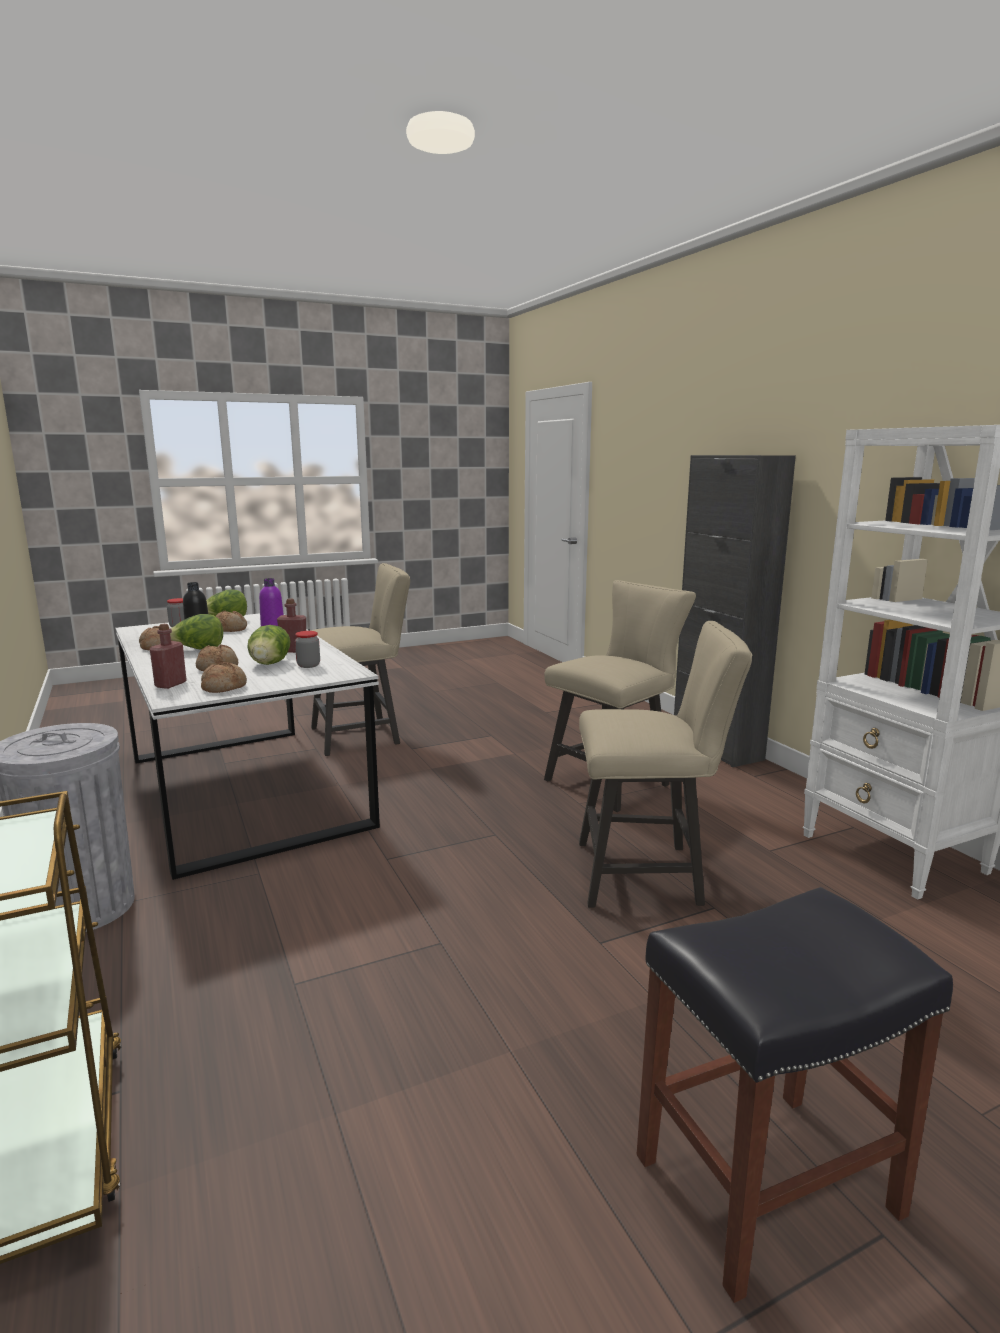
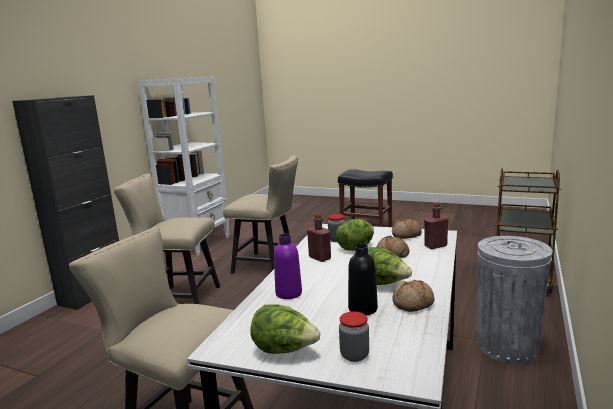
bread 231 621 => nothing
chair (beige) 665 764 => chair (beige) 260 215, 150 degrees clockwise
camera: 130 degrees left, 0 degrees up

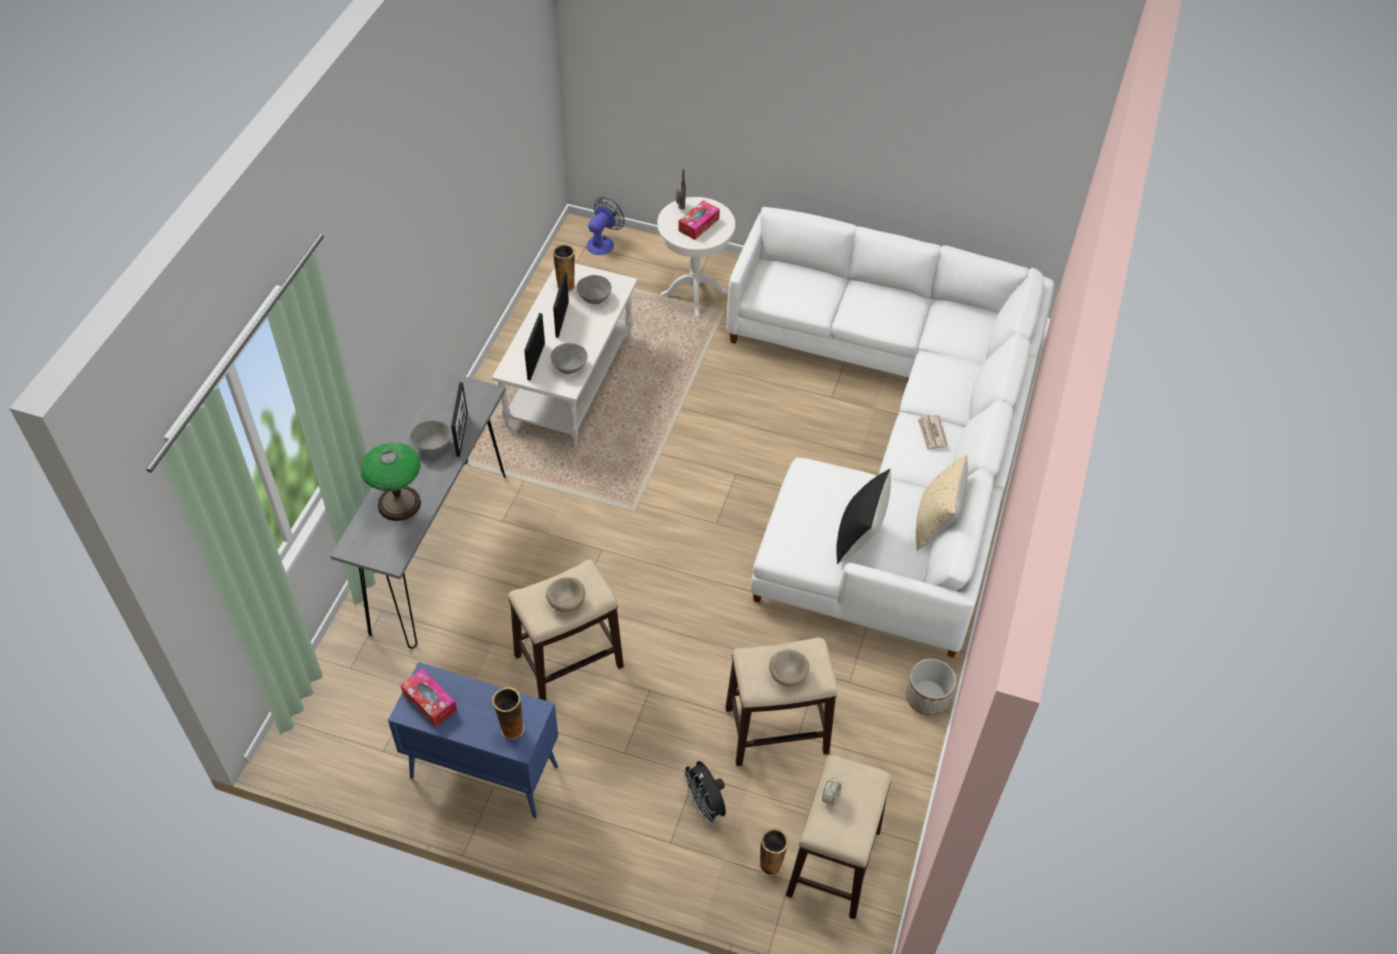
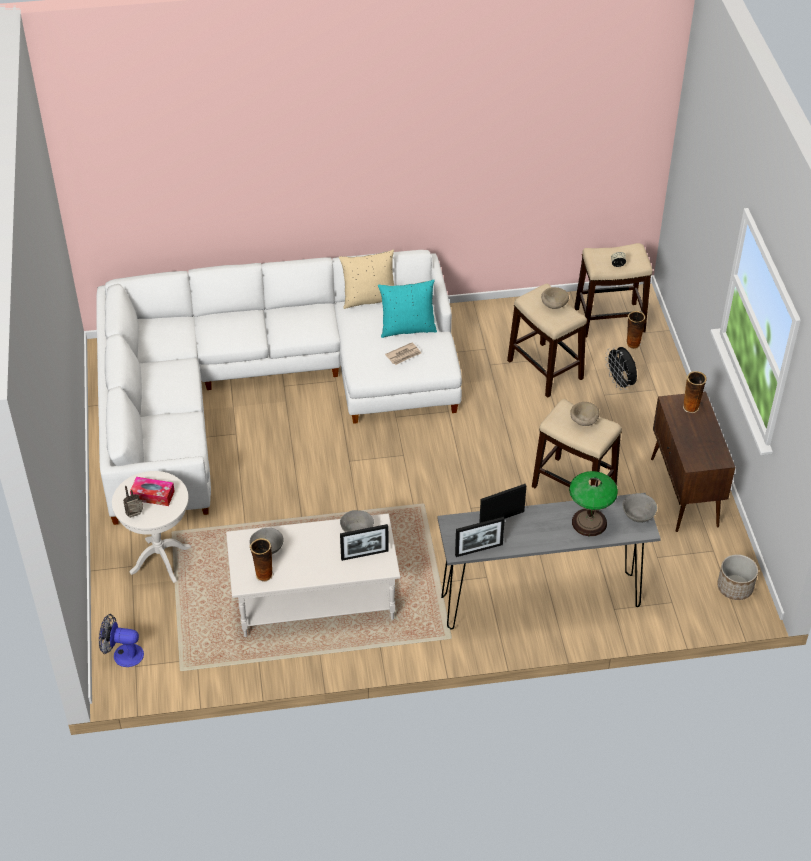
cabinet (blue) 473 740 => cabinet (brown) 693 461
tissue box 429 697 => nothing
bowl (grey) 431 436 => bowl (grey) 639 508, shifted
picture frame 561 305 => picture frame 480 537, shifted
fan (black) 703 794 => fan (black) 621 368, 120 degrees clockwise
pillow (black) 863 516 => pillow (turquoise) 407 308
planter 931 687 => planter 737 577, shifted
newspaper 932 432 => newspaper 403 354, shifted
camera: 115 degrees left, 5 degrees down

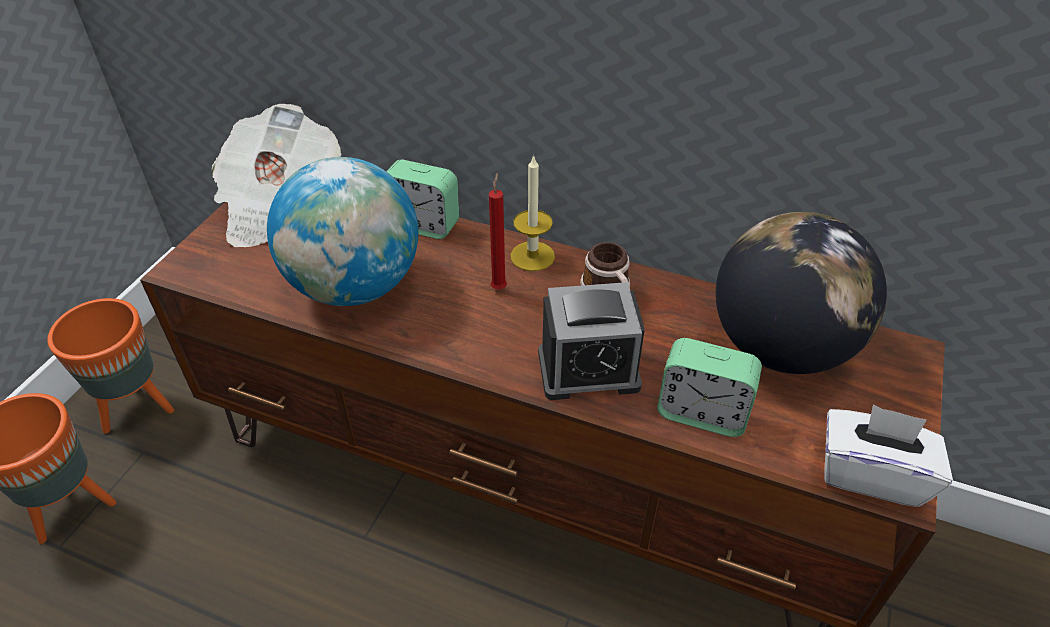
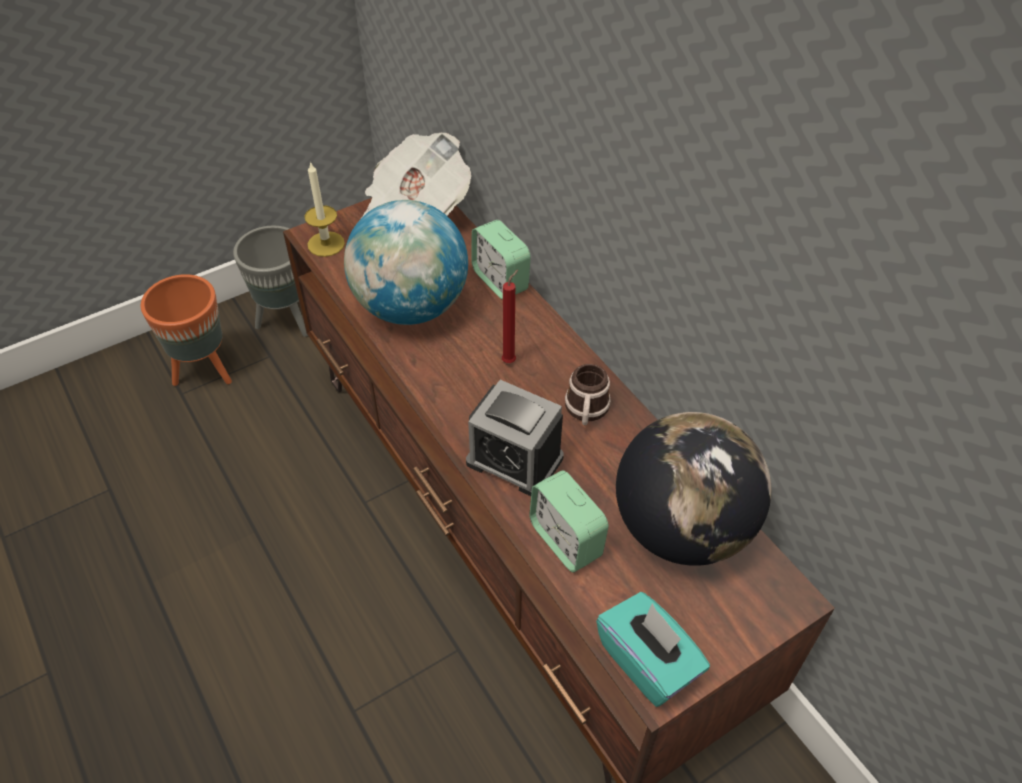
planter (orange) 111 366 => planter (grey) 270 281
candle 532 212 => candle 324 209, shifted
tissue box (white) 888 455 => tissue box (turquoise) 653 649
camera: 35 degrees right, 5 degrees up

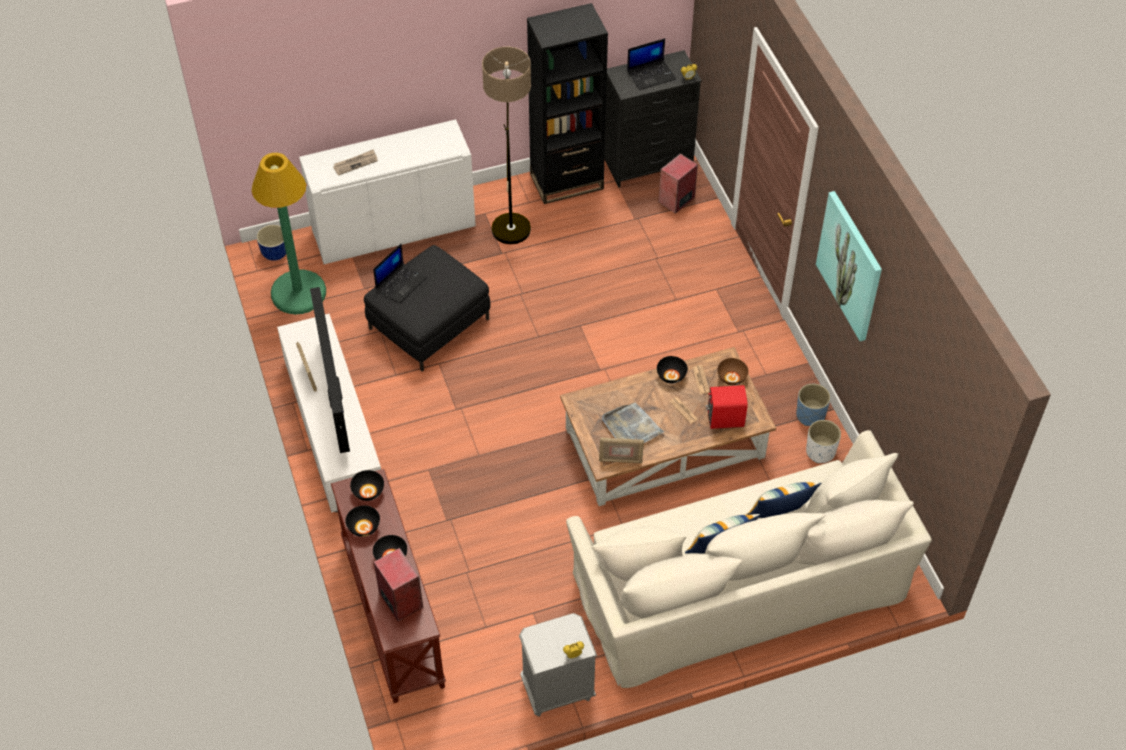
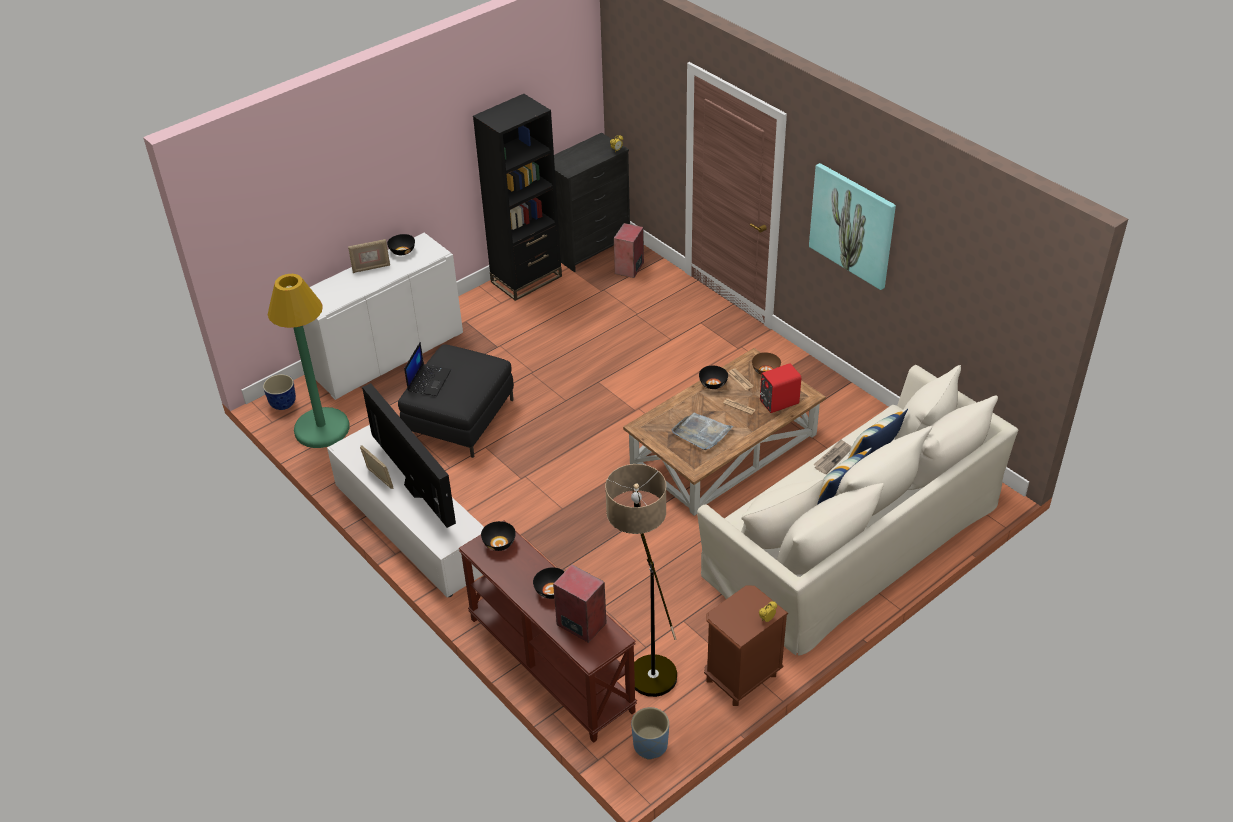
newspaper 355 162 => newspaper 832 456, shifted
bowl (black) 362 521 => bowl (black) 401 244, shifted
floor lamp 506 145 => floor lamp 641 580, shifted
nightstand (grey) 558 665 => nightstand (brown) 746 645
picture frame 621 450 => picture frame 369 256, shifted
laptop 651 64 => nothing
planter (blue) 813 405 => planter (blue) 650 733, shifted
planter (white) 823 442 => nothing
camera: 20 degrees left, 10 degrees down

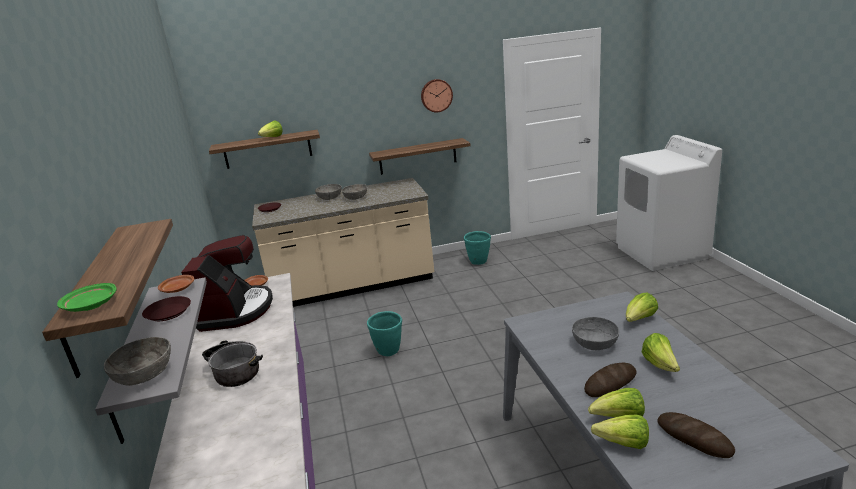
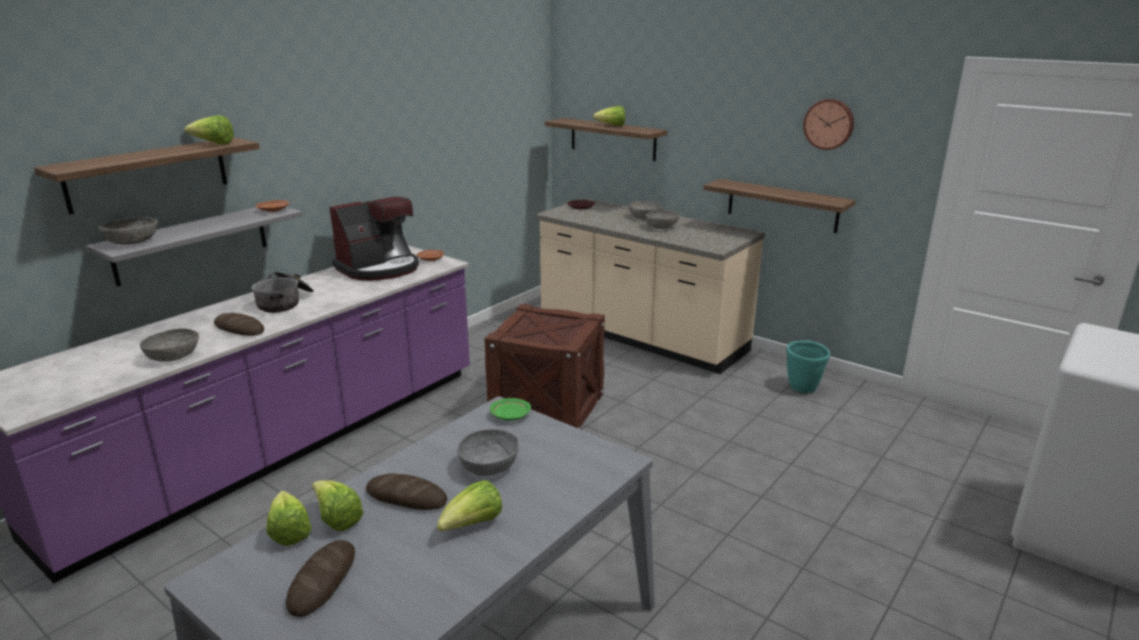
plate (green) 87 297 => plate (green) 510 409, shifted
plate (brown) 166 308 => nothing
planter (turquoise) 384 333 => crate 544 366
lettuce 642 307 => lettuce 209 130, shifted
nothing => bowl (grey) 169 344
nothing => bread 239 324
camera: 50 degrees right, 0 degrees up

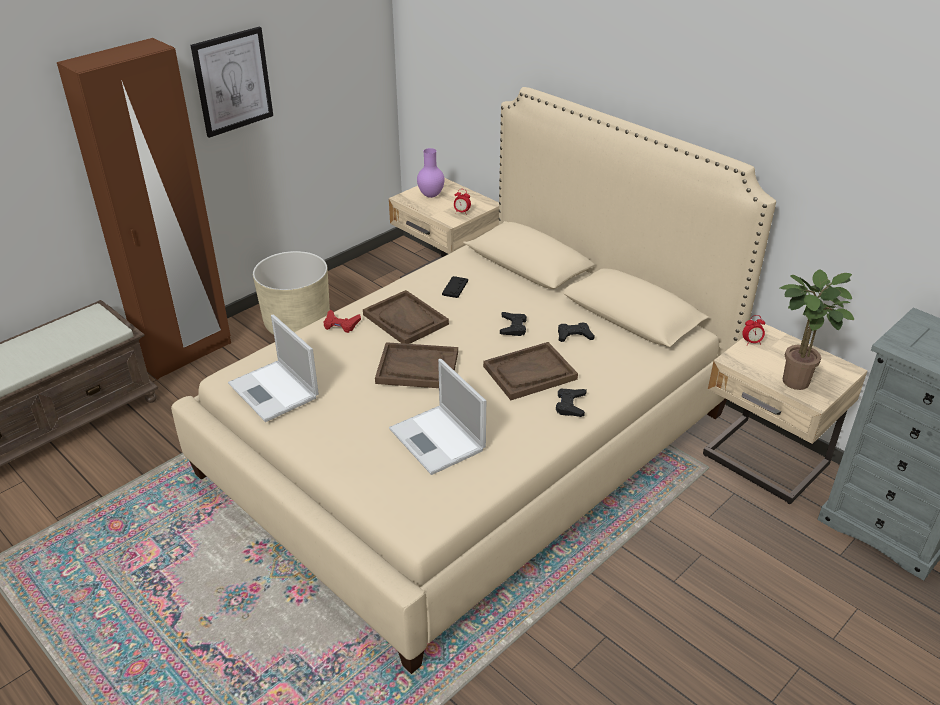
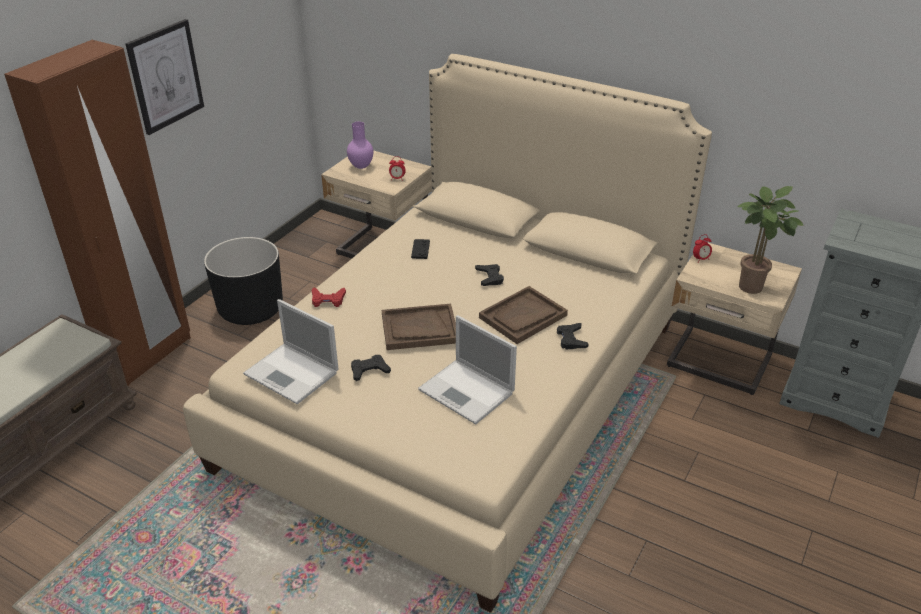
planter (beige) 291 293 => planter (black) 243 281
tray (brown) 406 317 => nothing
game controller (black) 576 332 => game controller (black) 371 368, shifted
camera: 15 degrees left, 0 degrees up

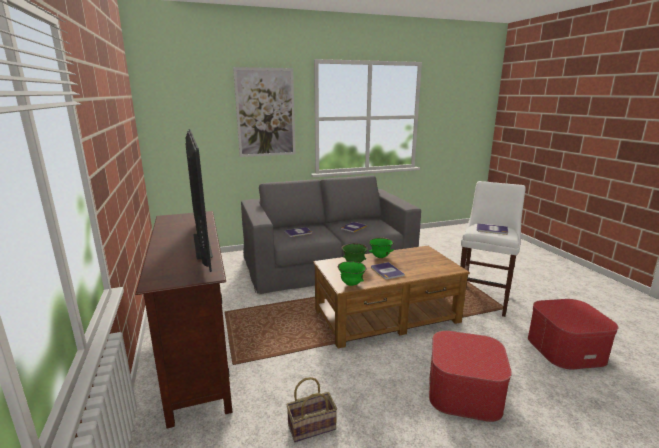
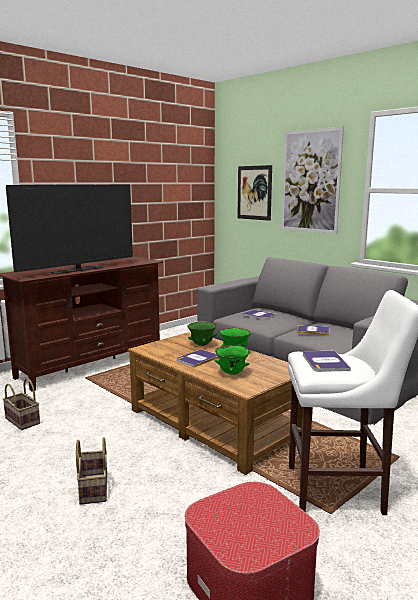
bowl (green) 352 273 => bowl (green) 232 359, shifted
ottoman 470 376 => basket 91 471
nothing => picture 254 193
camera: 65 degrees right, 5 degrees down

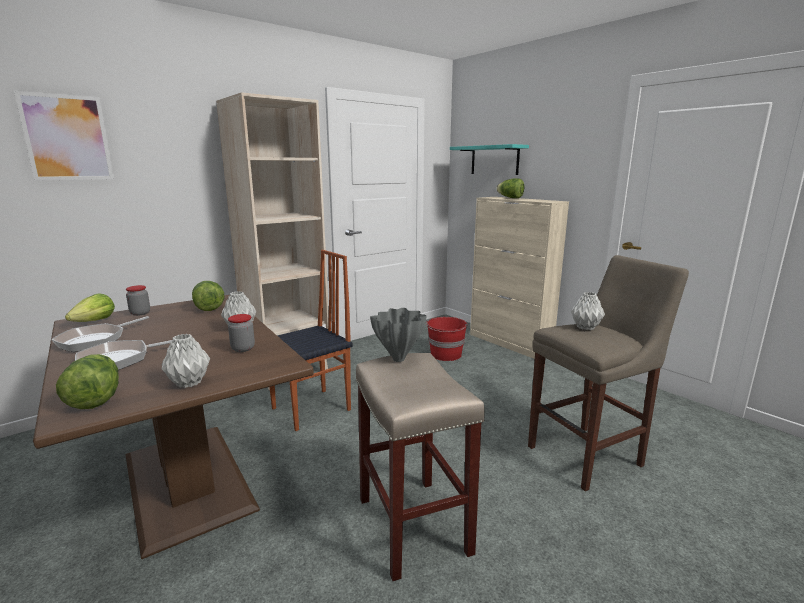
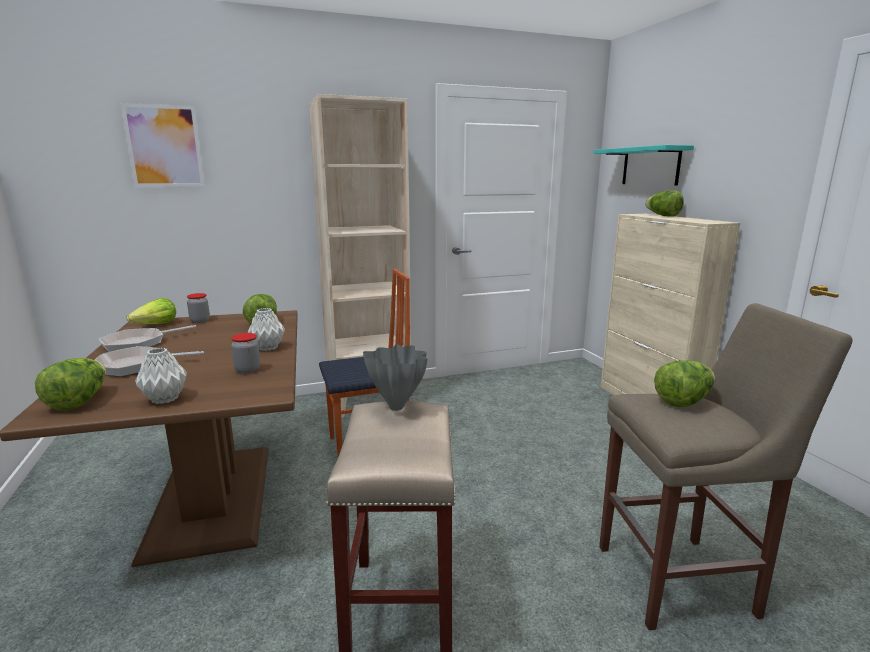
bucket (red) 446 339 => nothing
vase (grey) 588 311 => lettuce 684 383
camera: 20 degrees right, 0 degrees up

